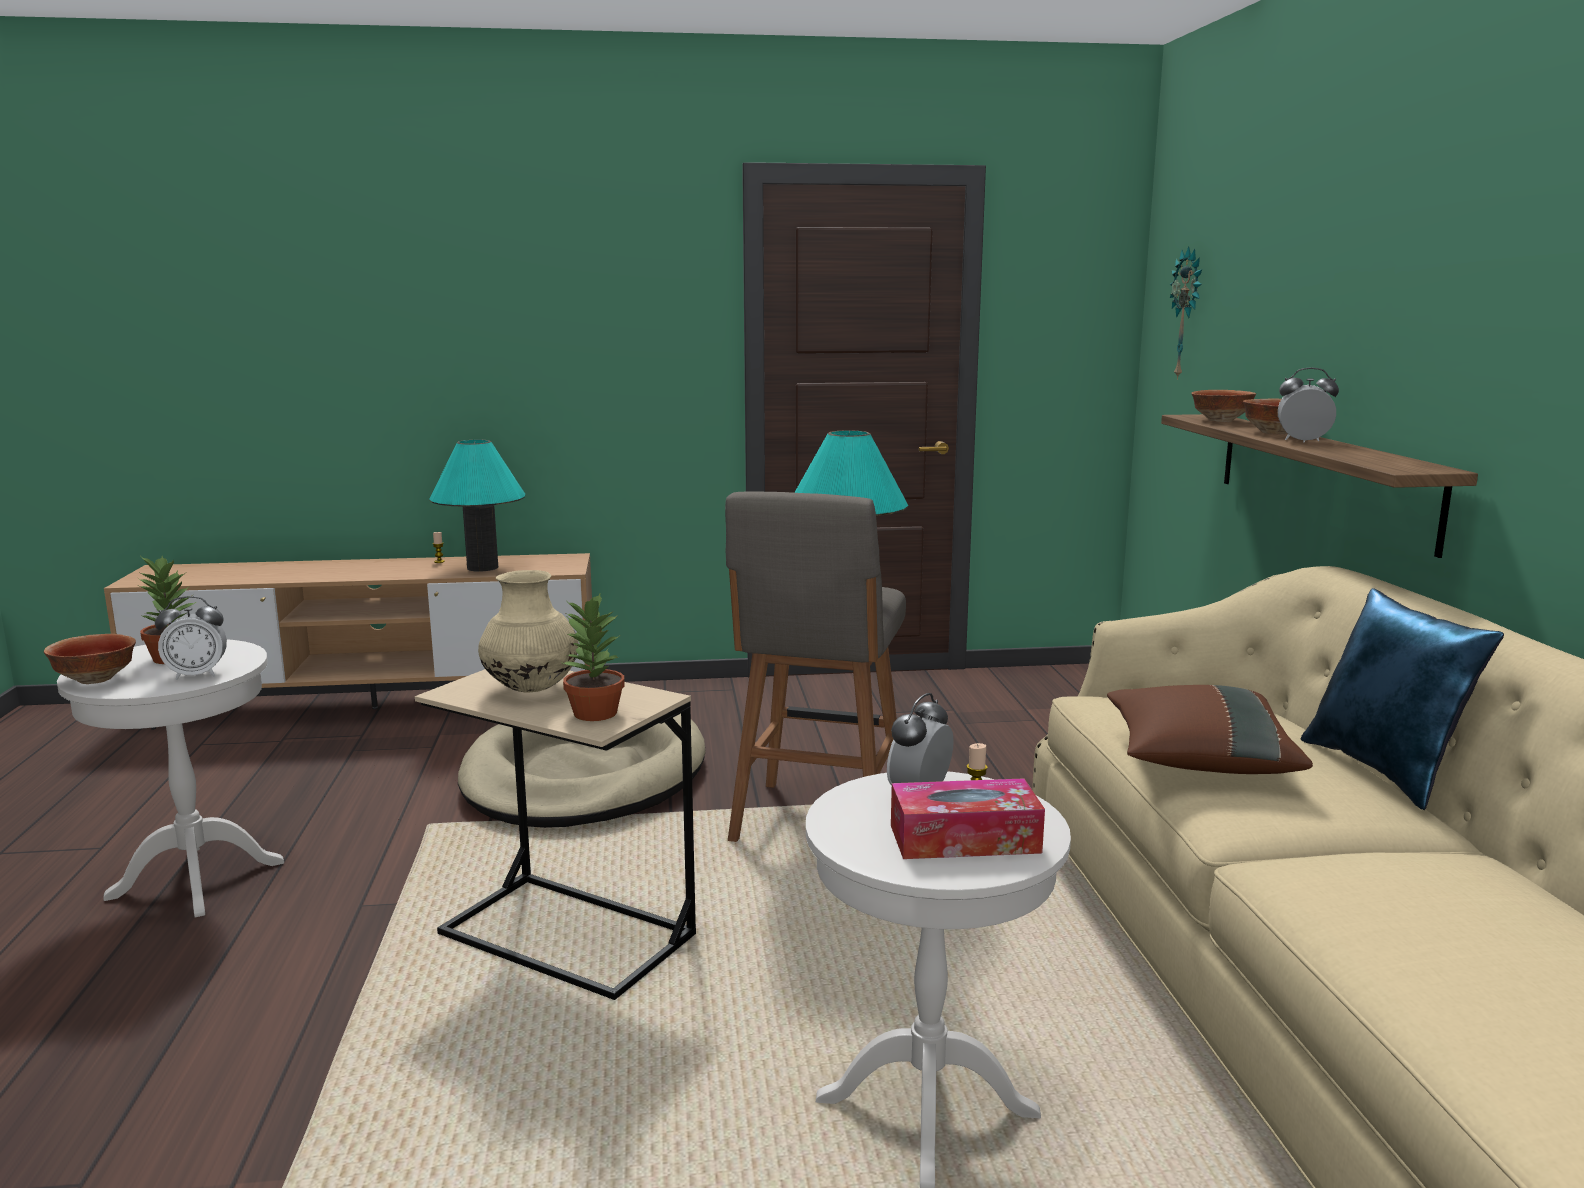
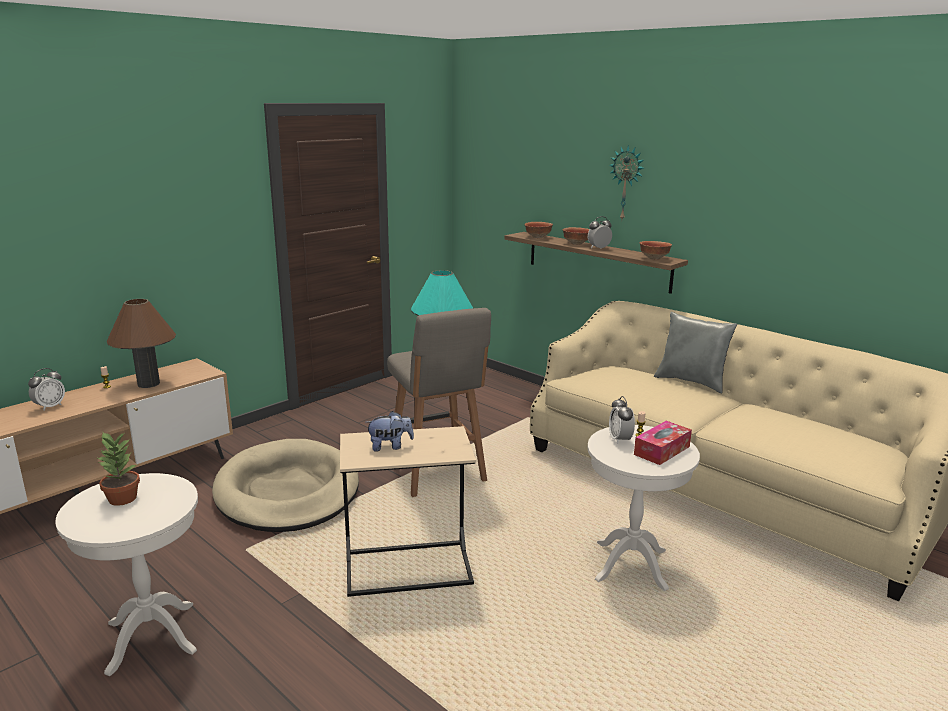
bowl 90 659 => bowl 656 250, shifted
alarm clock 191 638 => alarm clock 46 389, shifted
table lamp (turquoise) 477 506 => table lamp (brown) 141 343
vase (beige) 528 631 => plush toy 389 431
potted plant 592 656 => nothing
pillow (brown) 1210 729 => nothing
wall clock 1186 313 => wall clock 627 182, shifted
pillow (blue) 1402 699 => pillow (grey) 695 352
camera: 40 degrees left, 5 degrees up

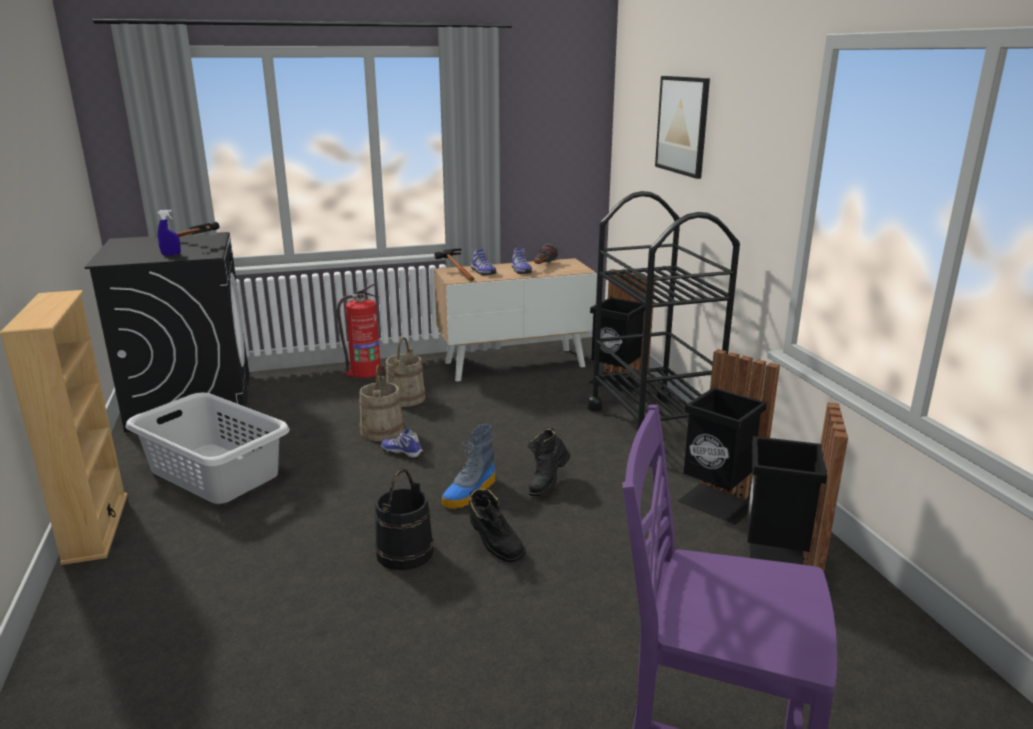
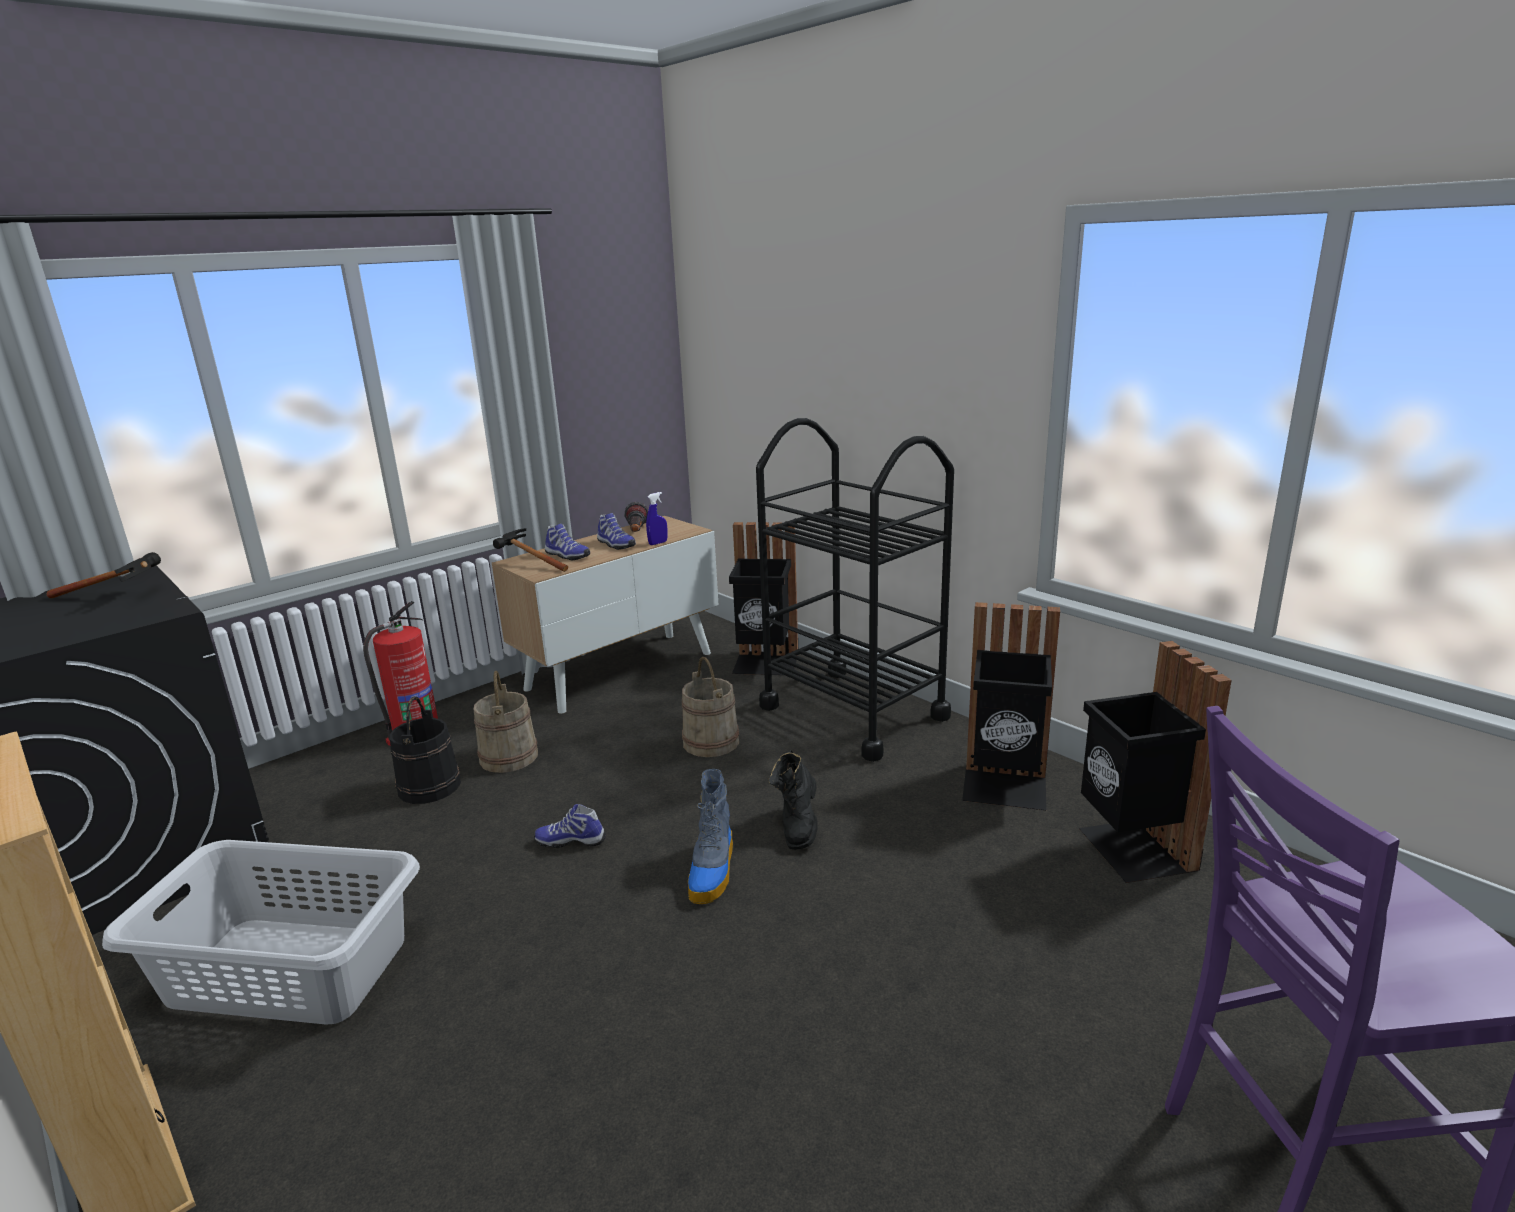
spray bottle (blue) 169 233 => spray bottle (blue) 656 518, shifted
bucket (beige) 381 403 => bucket (beige) 710 707, shifted
bucket (black) 404 519 => bucket (black) 425 750, shifted
boot (black) 497 525 => nothing
picture 682 127 => nothing
camera: 25 degrees left, 0 degrees up

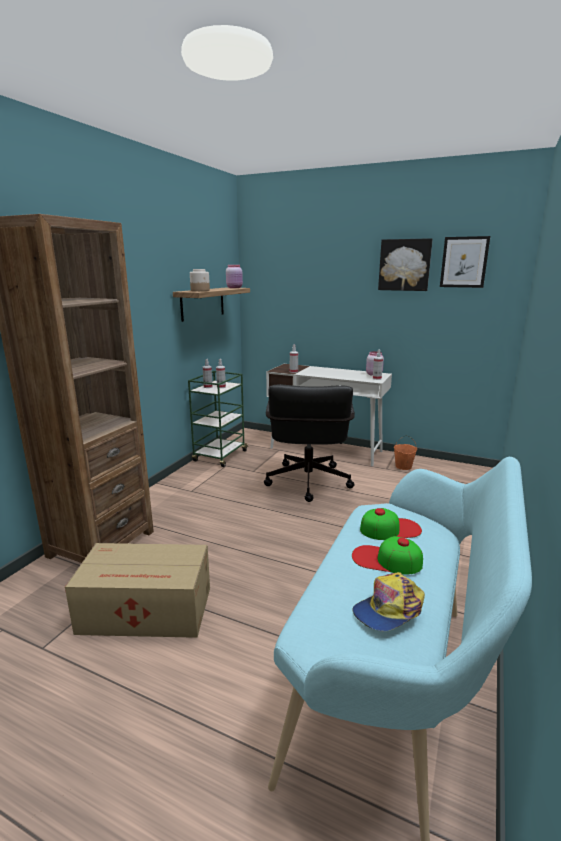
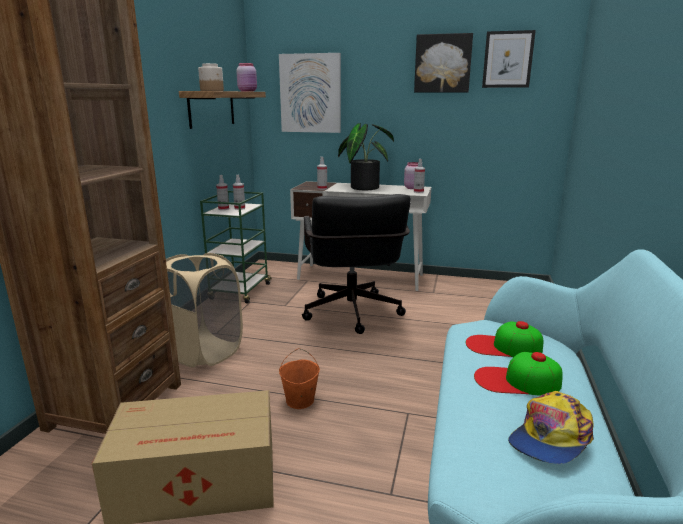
cap 391 524 => cap 504 339, 150 degrees counterclockwise
bucket (orange) 405 452 => bucket (orange) 299 378, shifted
nothing => laundry basket (beige) 204 310
nothing => picture 310 93
nothing => potted plant 366 156
camera: 10 degrees left, 0 degrees up

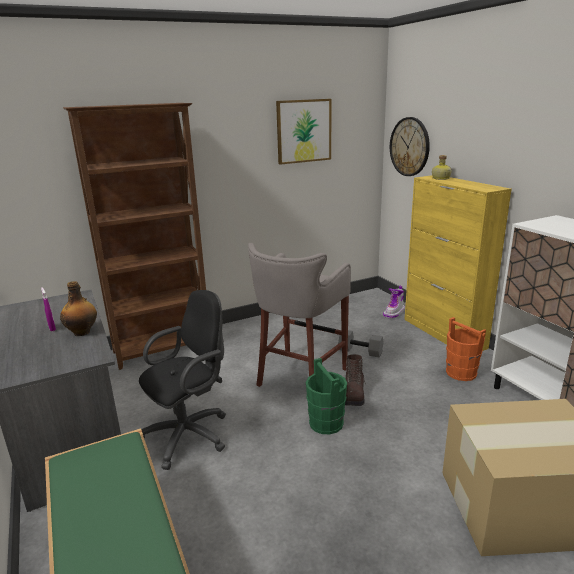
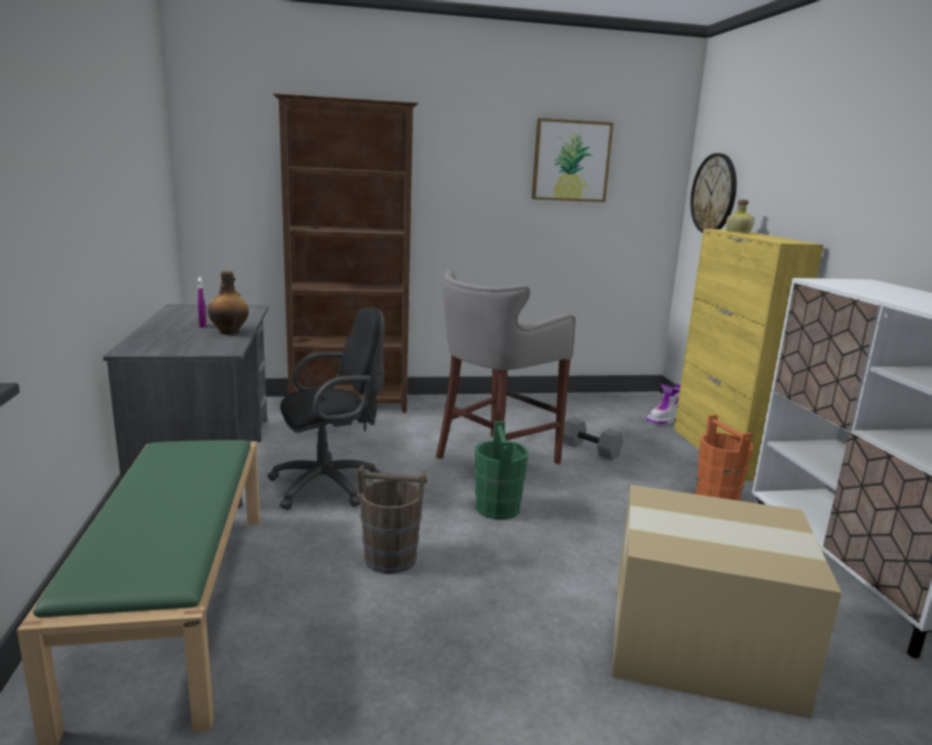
boot (brown) 355 380 => nothing
nothing => bucket (brown) 391 519
camera: 15 degrees right, 5 degrees down

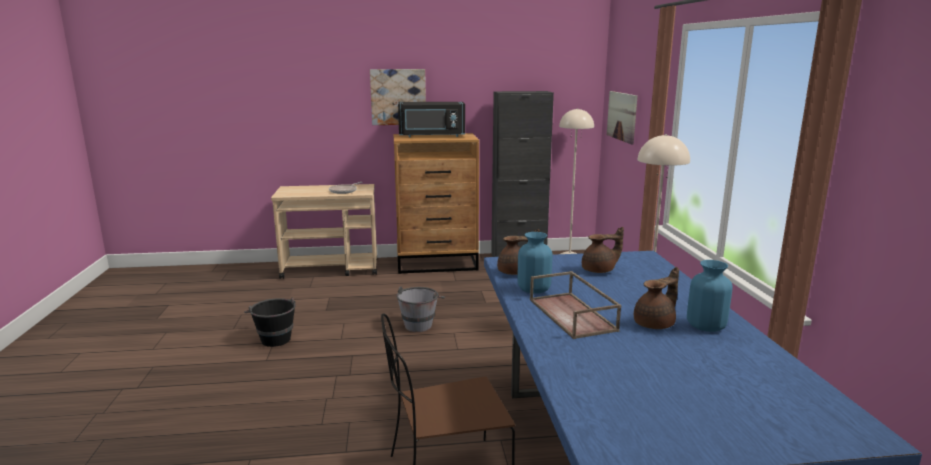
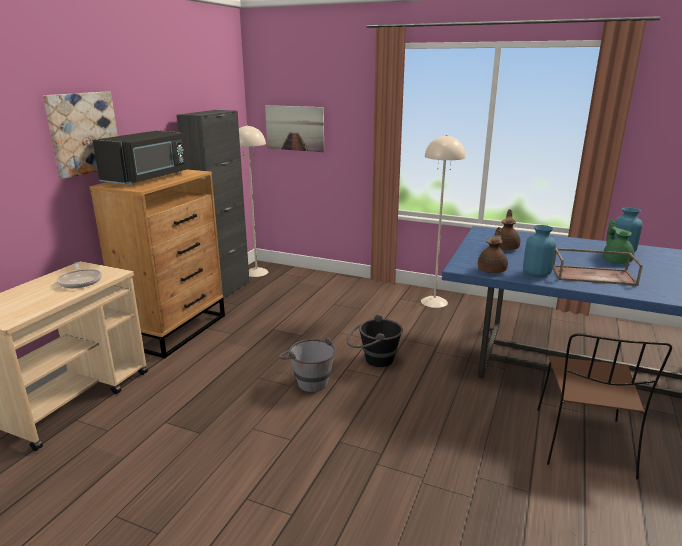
bucket (black) 270 322 => bucket (black) 375 340, shifted
teapot (brown) 656 298 => teapot (green) 618 241
camera: 60 degrees left, 5 degrees up

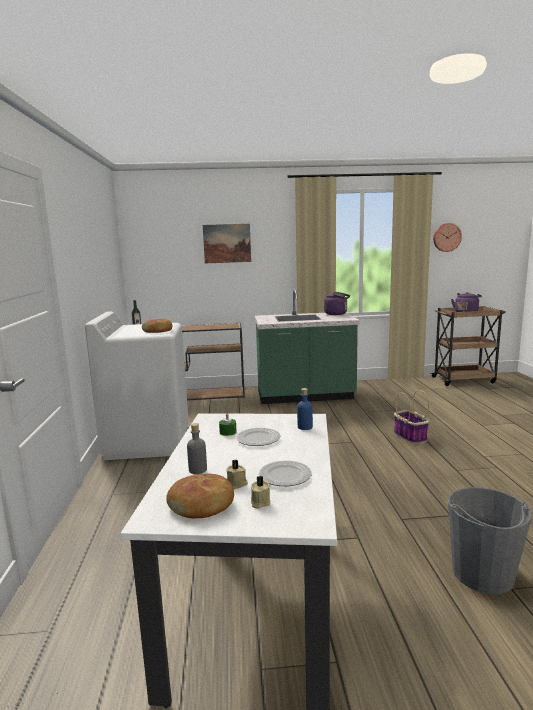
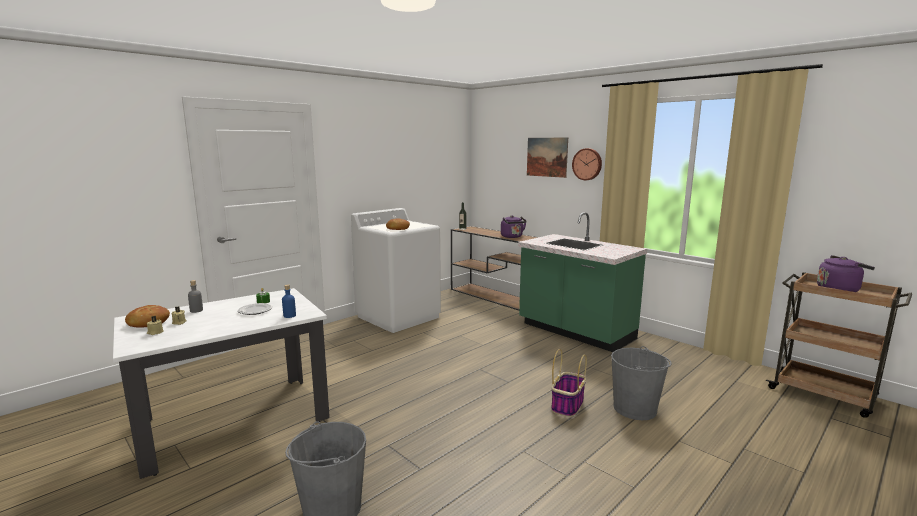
plate 285 473 => nothing
kettle (purple) 337 303 => kettle (purple) 513 227, shifted
wall clock 447 237 => wall clock 587 164, shifted
nothing => bucket (grey) 641 383
camera: 50 degrees right, 0 degrees up

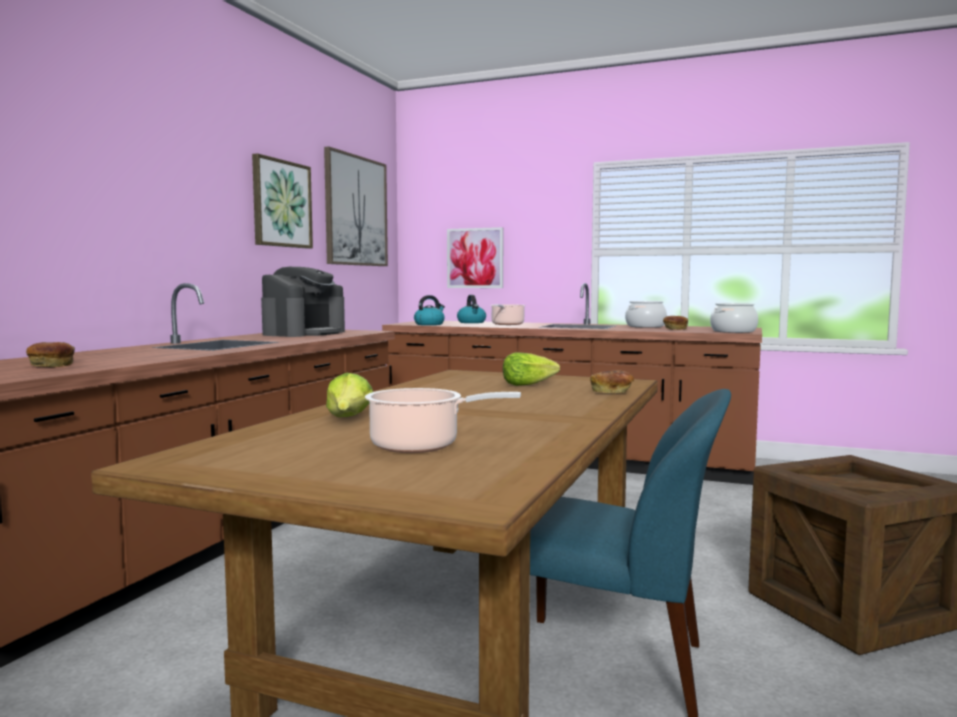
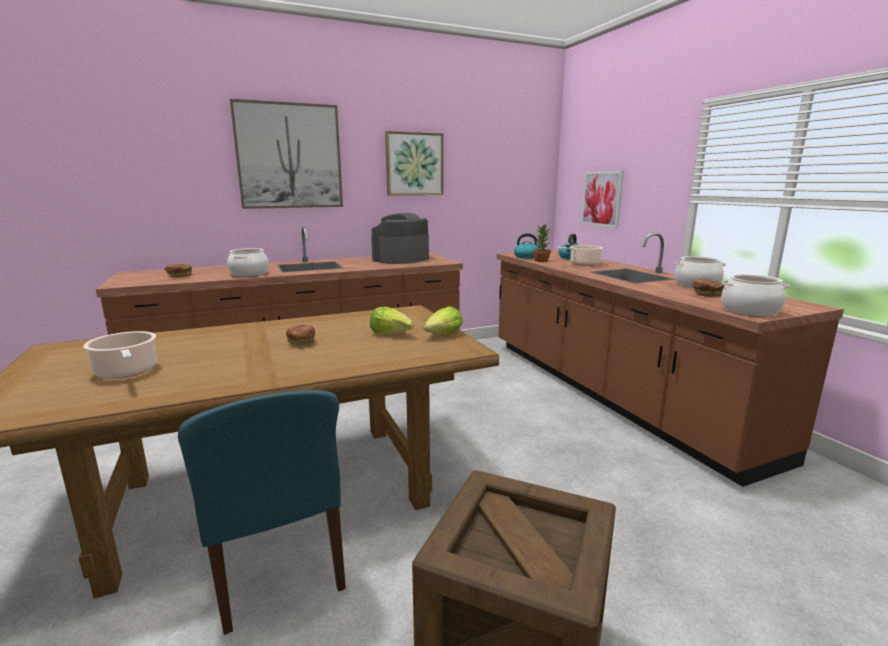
coffee machine 303 302 => coffee machine 400 238, 150 degrees clockwise
picture 356 206 => picture 286 154, shifted
lettuce 349 395 => lettuce 443 320, shifted
bread 612 381 => bread 300 335, shifted
nothing => cooking pot 248 262
nothing => potted plant 542 243
camera: 45 degrees right, 10 degrees up

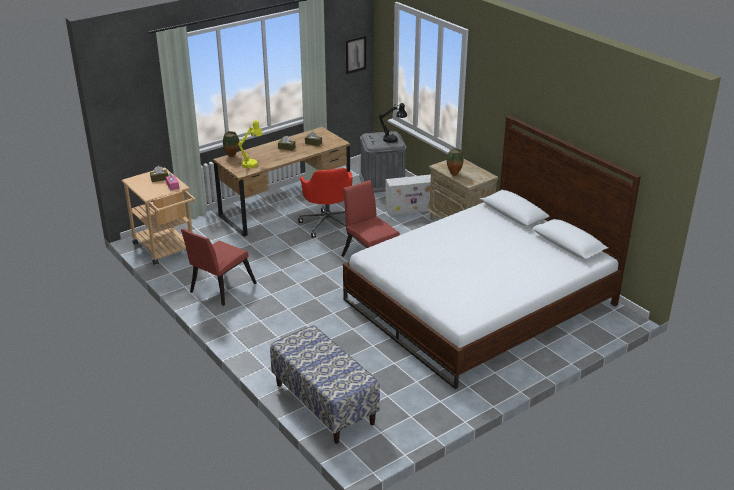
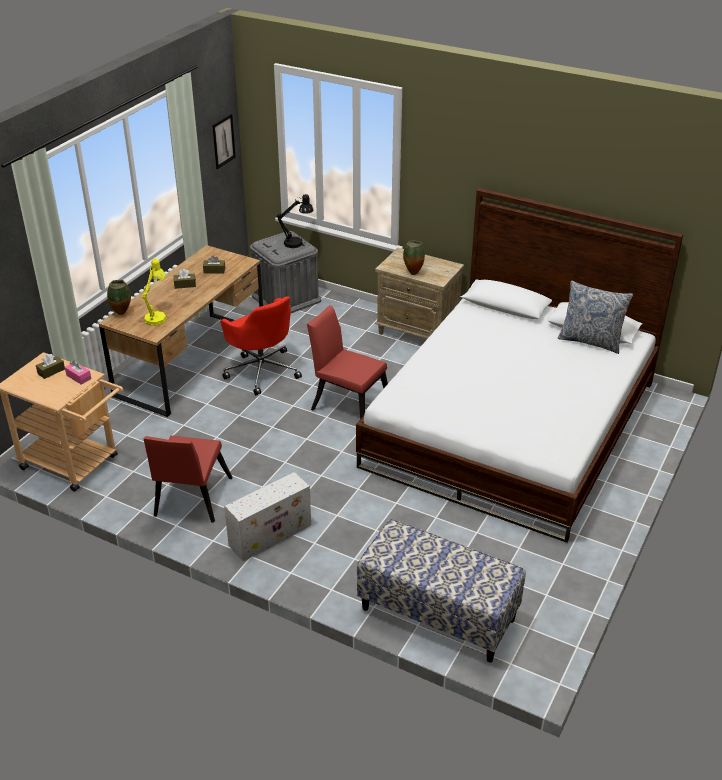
storage box (white) 408 195 => storage box (white) 267 516, shifted
nothing => pillow 595 317
camera: 25 degrees left, 5 degrees up

